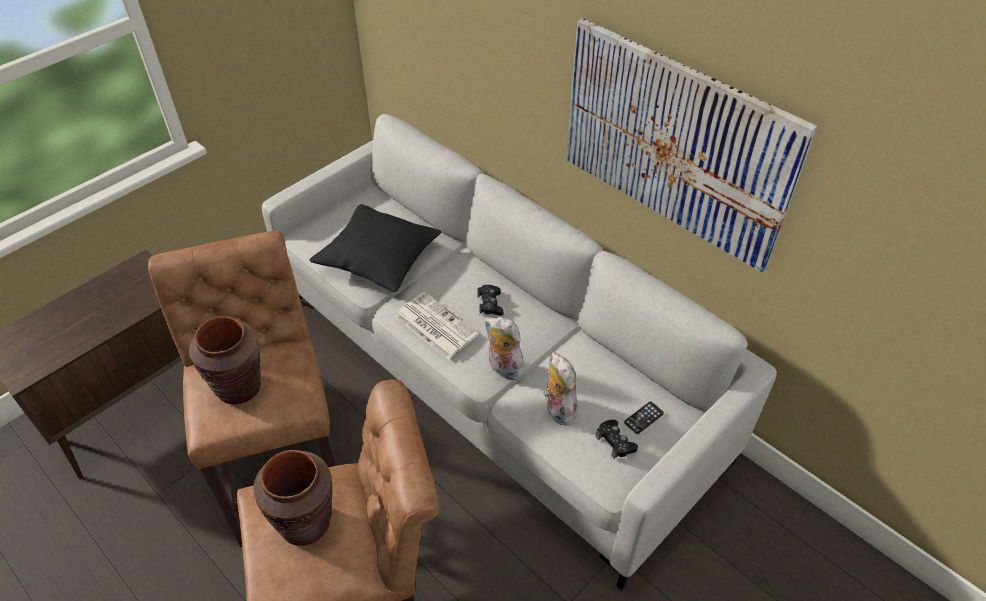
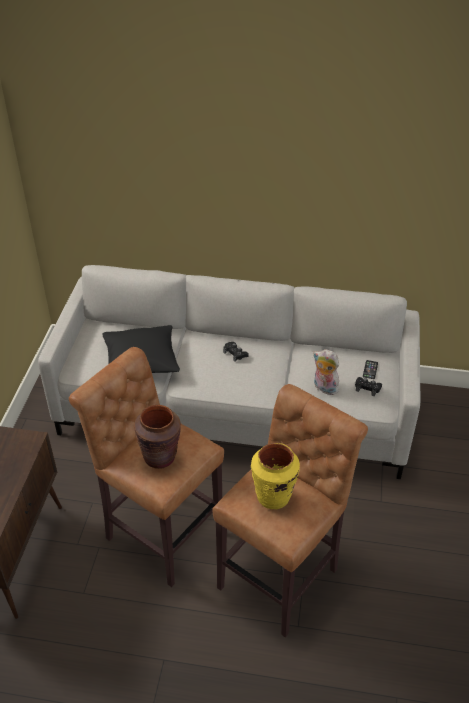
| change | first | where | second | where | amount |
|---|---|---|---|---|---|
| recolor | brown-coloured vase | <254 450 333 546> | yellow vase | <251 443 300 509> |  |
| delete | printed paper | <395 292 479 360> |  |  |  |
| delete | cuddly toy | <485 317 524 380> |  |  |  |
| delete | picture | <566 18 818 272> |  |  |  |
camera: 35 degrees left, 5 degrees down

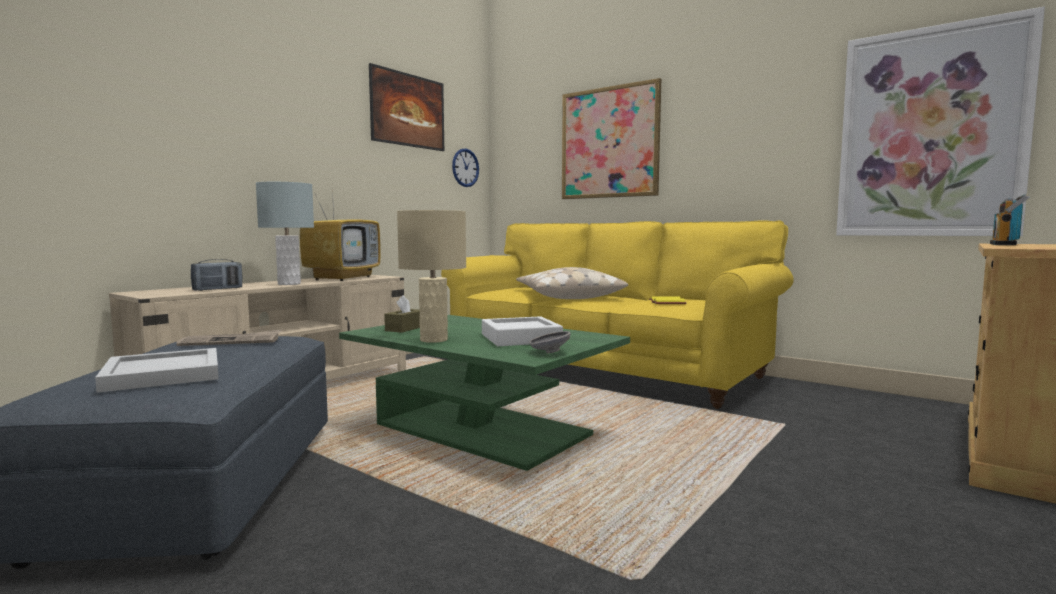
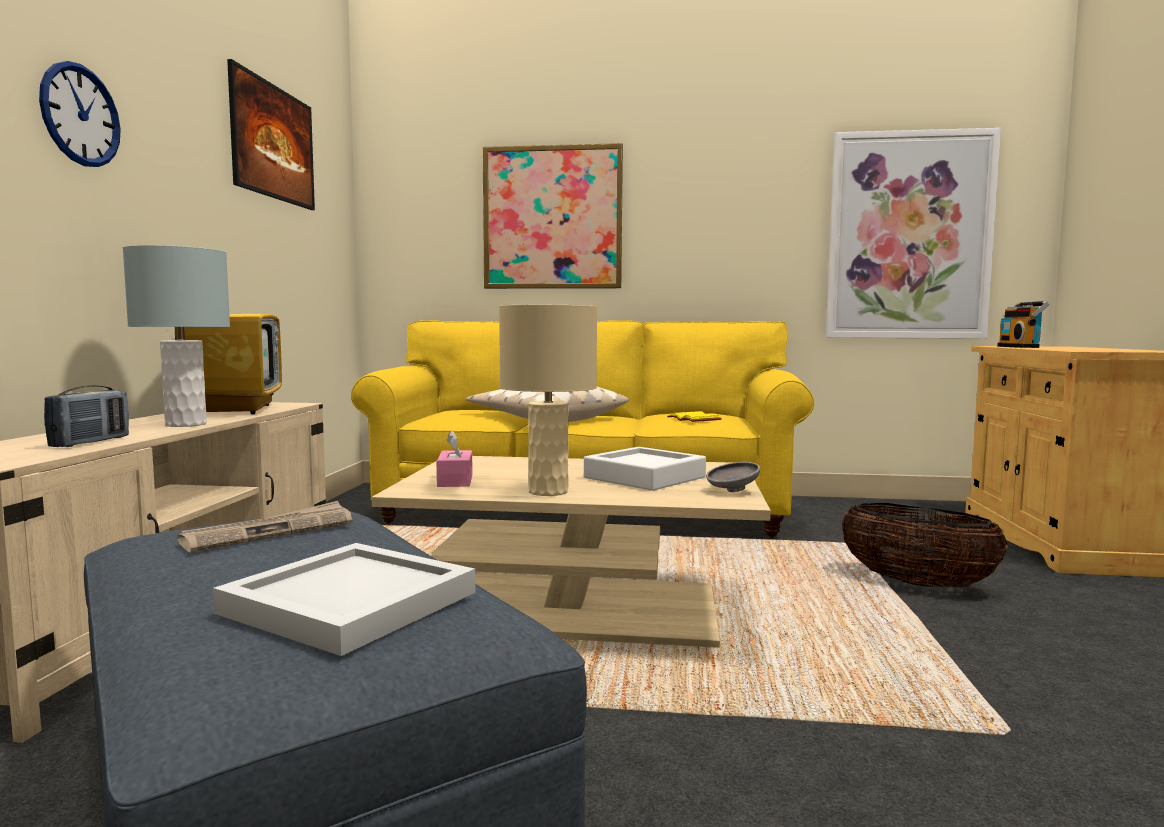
| change | first | where | second | where | amount |
|---|---|---|---|---|---|
| move | clock on the wall | <452 149 479 187> |  | <39 61 121 167> |  |
| recolor | green-coloured low table | <339 315 630 471> | beige low table | <372 456 771 648> |  |
| recolor | brown-coloured tissue box | <384 295 420 333> | pink-coloured tissue box | <437 430 473 487> |  |
| insert |  |  | basket | <841 503 1008 588> |  |
camera: 30 degrees left, 0 degrees up

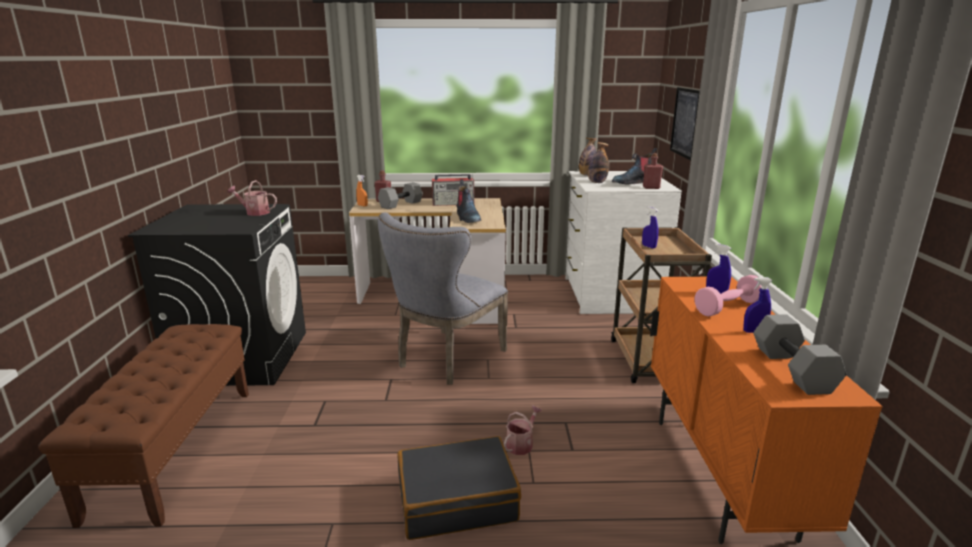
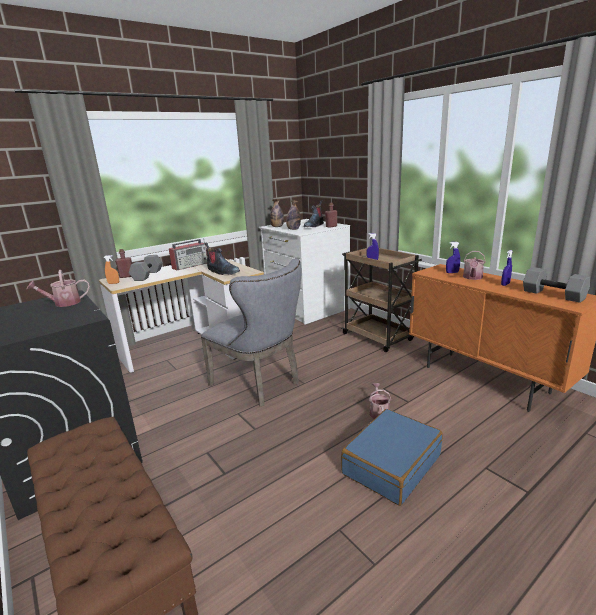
| change | first | where | second | where | amount |
|---|---|---|---|---|---|
| rotate | greyish chair | <378 212 508 385> |  | <201 258 302 406> | 45 degrees counterclockwise |
| recolor | black suitcase | <397 436 521 540> | blue suitcase | <341 409 443 506> |  |
| replace | pink-coloured dumbbell | <695 275 761 317> | watering can | <463 251 486 280> |  |
| delete | picture | <670 87 700 160> |  |  |  |
camera: 35 degrees left, 0 degrees up

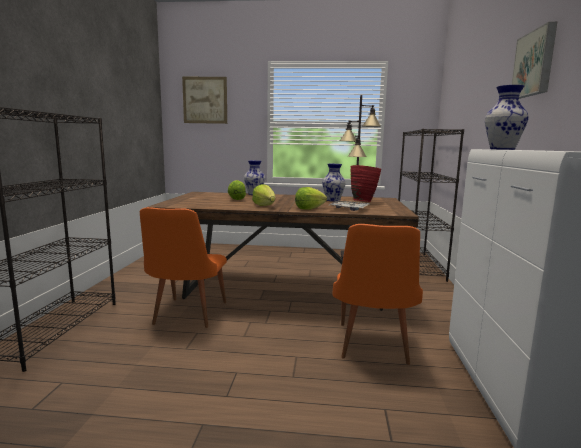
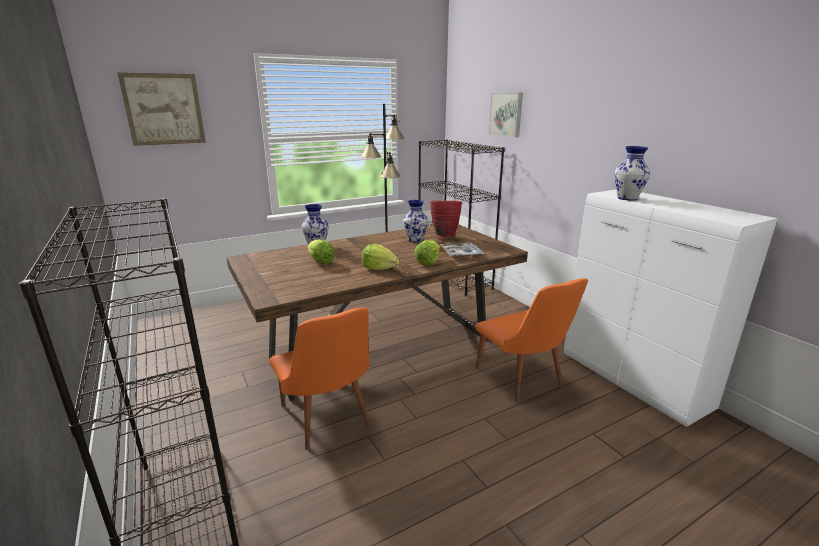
| change | first | where | second | where | amount |
|---|---|---|---|---|---|
| move | picture | <511 22 557 99> |  | <489 93 523 137> |  |
camera: 35 degrees left, 10 degrees up

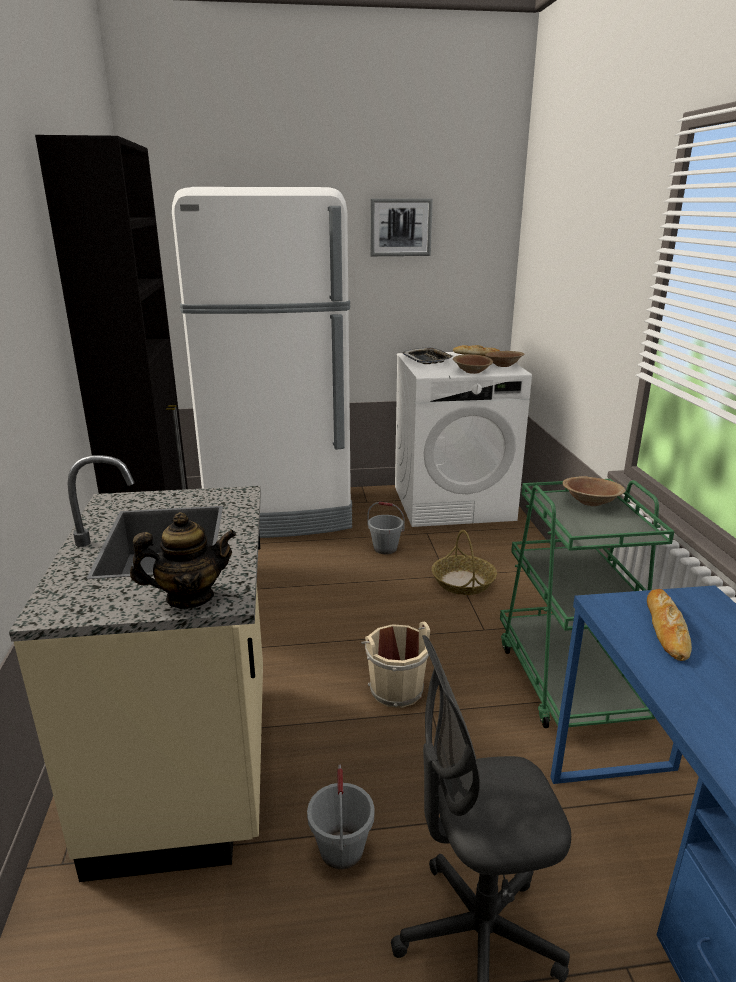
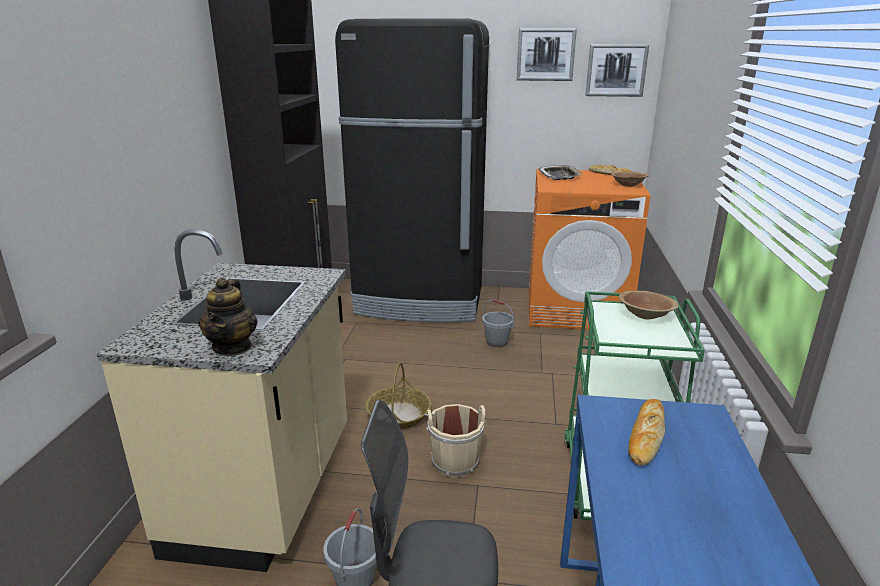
| change | first | where | second | where | amount |
|---|---|---|---|---|---|
| rotate | pot for tea | <130 512 236 609> |  | <198 277 258 356> | 90 degrees clockwise |
| recolor | white fridge | <172 187 352 538> | black fridge | <335 18 489 322> |  |
| move | basket | <432 530 497 595> |  | <366 362 432 429> |  |
| recolor | white washing machine | <395 352 532 527> | orangey washing machine | <529 169 651 330> |  |
| insert |  |  | picture | <585 44 649 97> |  |
| delete | brown-coloured deep dish | <453 354 493 374> |  |  |  |
camera: 15 degrees right, 0 degrees up

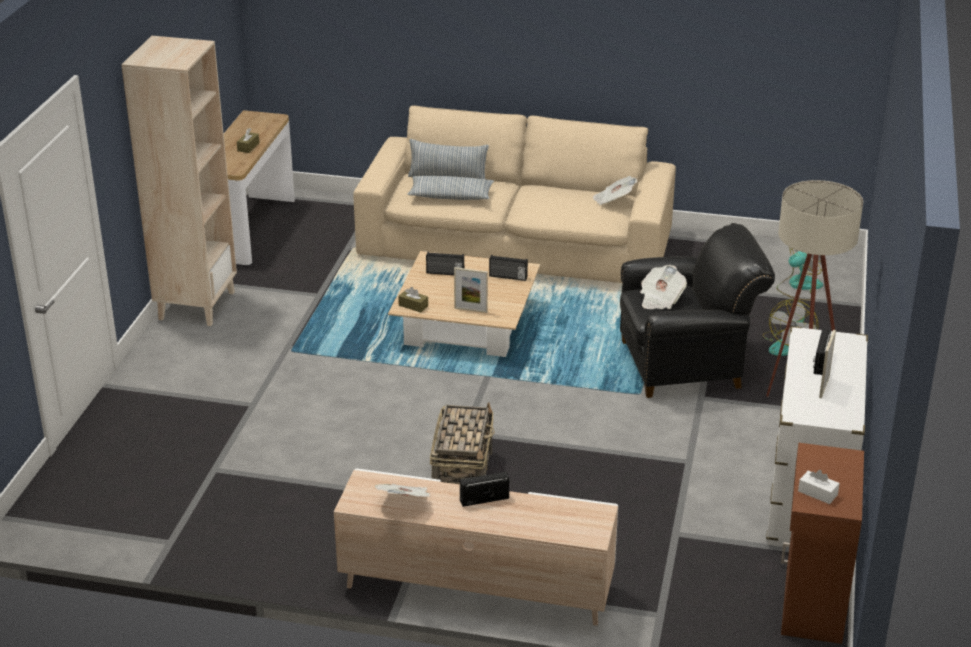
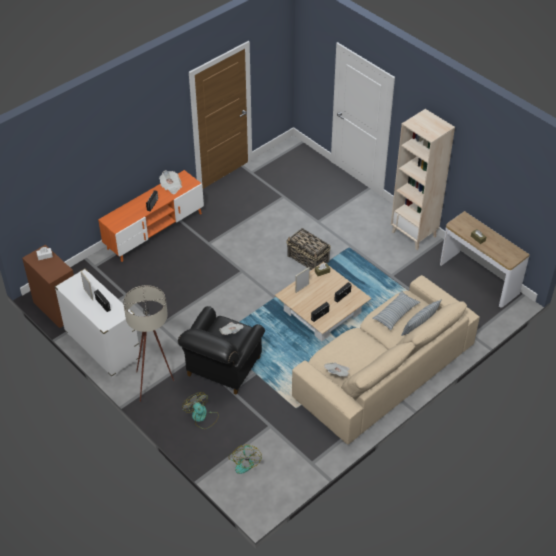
| change | first | where | second | where | amount |
|---|---|---|---|---|---|
| recolor | beige tv stand | <334 468 618 626> | orangey tv stand | <98 170 204 262> |  |
| move | basket | <430 402 495 484> |  | <286 228 331 270> |  |
camera: 125 degrees right, 15 degrees up

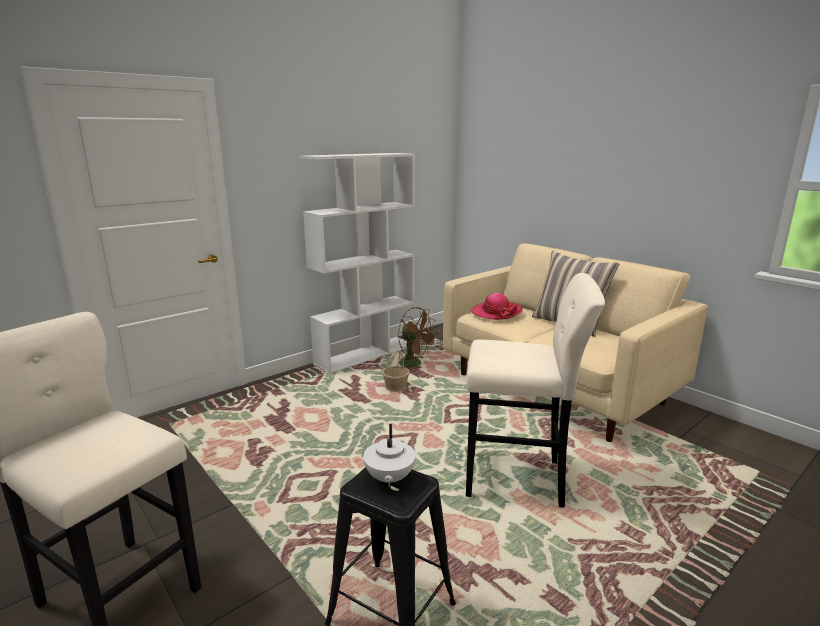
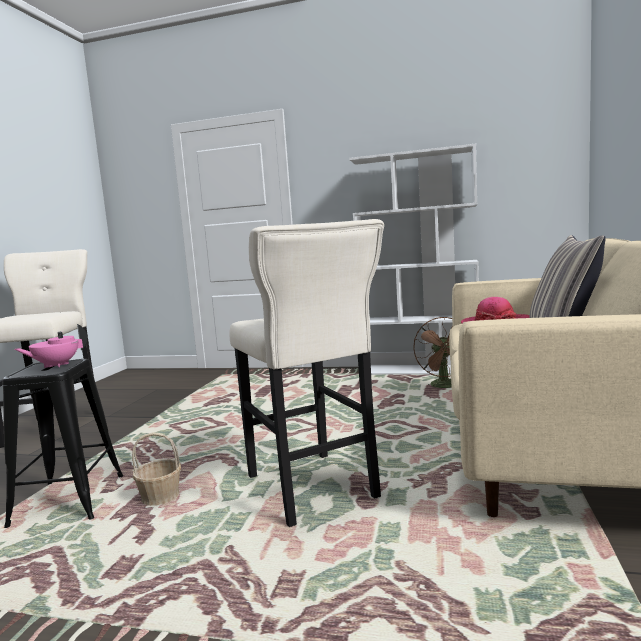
| change | first | where | second | where | amount |
|---|---|---|---|---|---|
| recolor | white pot for tea | <363 424 416 487> | pink-coloured pot for tea | <14 324 87 368> |  |
| move | basket | <382 350 409 392> |  | <132 432 181 506> |  |
camera: 55 degrees right, 10 degrees down

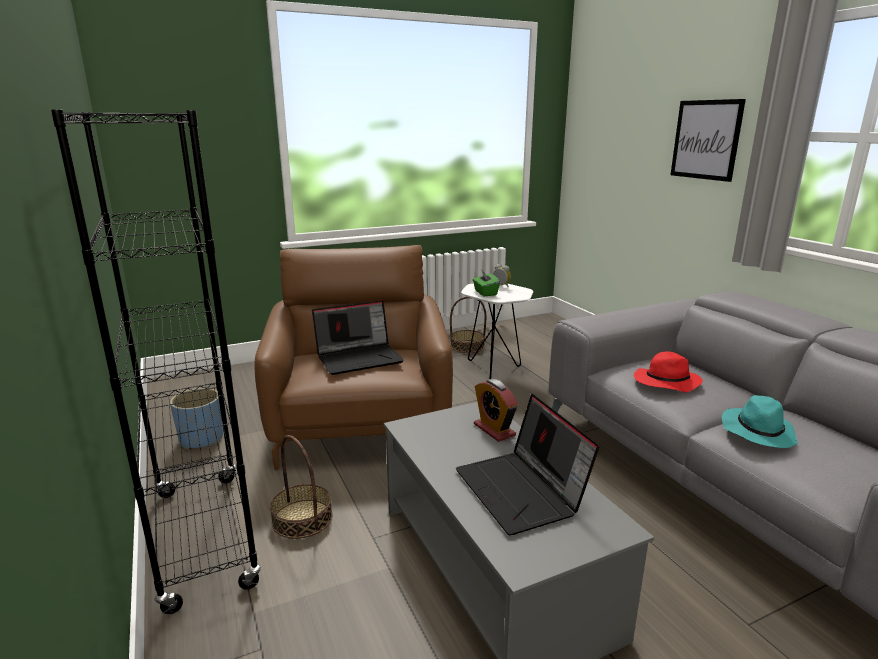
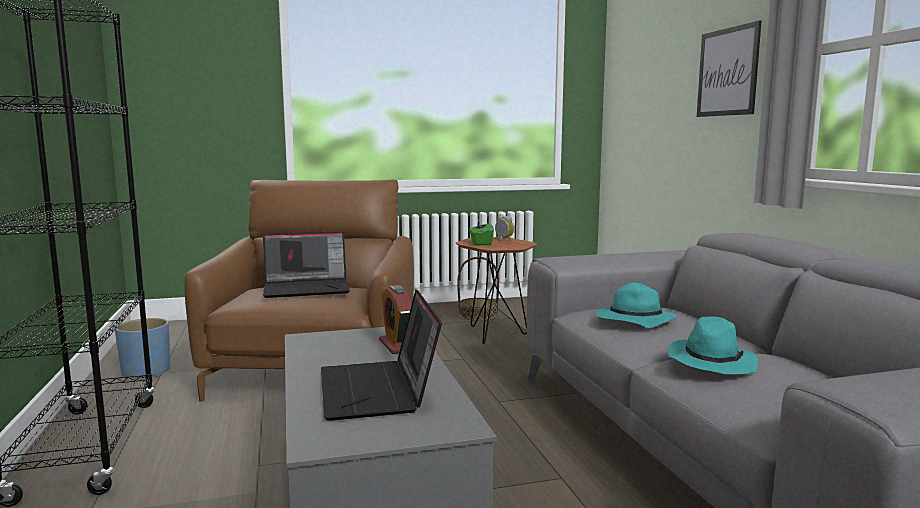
| change | first | where | second | where | amount |
|---|---|---|---|---|---|
| recolor | white end table | <461 283 533 379> | brown-coloured end table | <456 237 537 344> |  |
| recolor | reddish wearable hat | <634 351 703 392> | turquoise wearable hat | <596 283 677 328> |  |
| delete | basket | <270 435 333 539> |  |  |  |
camera: 10 degrees right, 10 degrees down

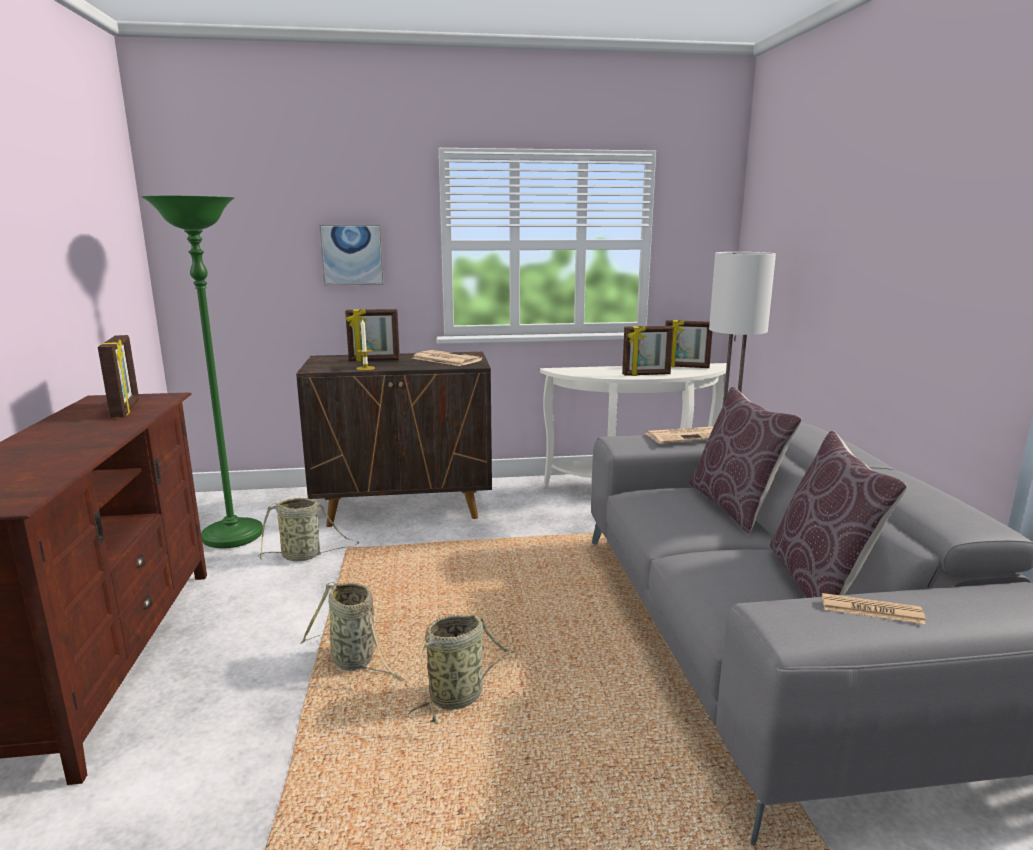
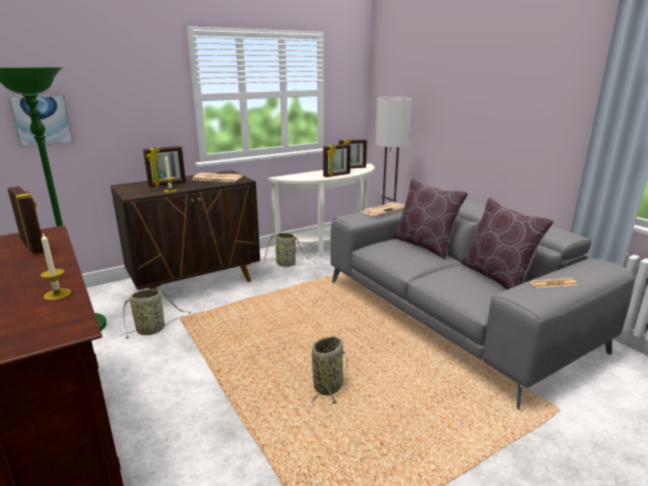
| change | first | where | second | where | amount |
|---|---|---|---|---|---|
| move | picture | <320 225 384 285> |  | <8 95 74 147> |  |
| insert |  |  | candle | <40 234 72 300> |  |
| move | basket | <301 582 404 681> |  | <264 233 315 267> |  |
camera: 25 degrees left, 5 degrees up

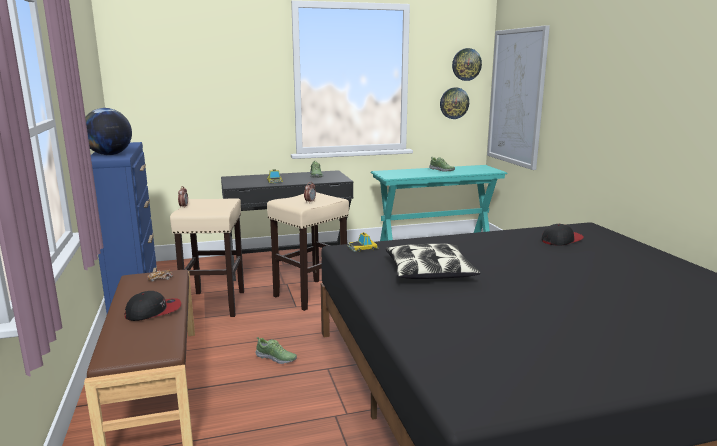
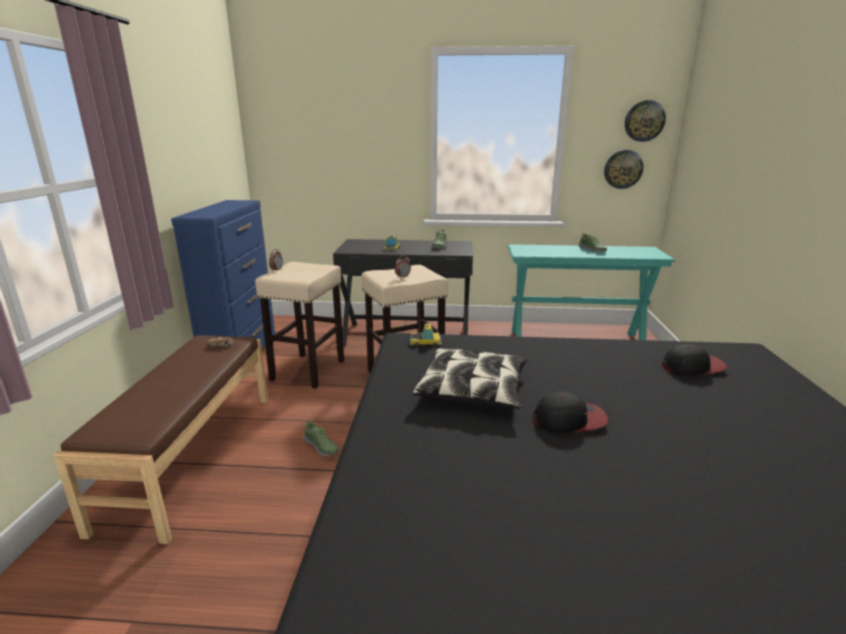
| change | first | where | second | where | amount |
|---|---|---|---|---|---|
| move | baseball cap | <125 291 181 321> |  | <533 392 608 433> |  |
| delete | globe | <85 108 132 155> |  |  |  |
| delete | picture | <487 25 550 170> |  |  |  |
camera: 20 degrees right, 5 degrees up

